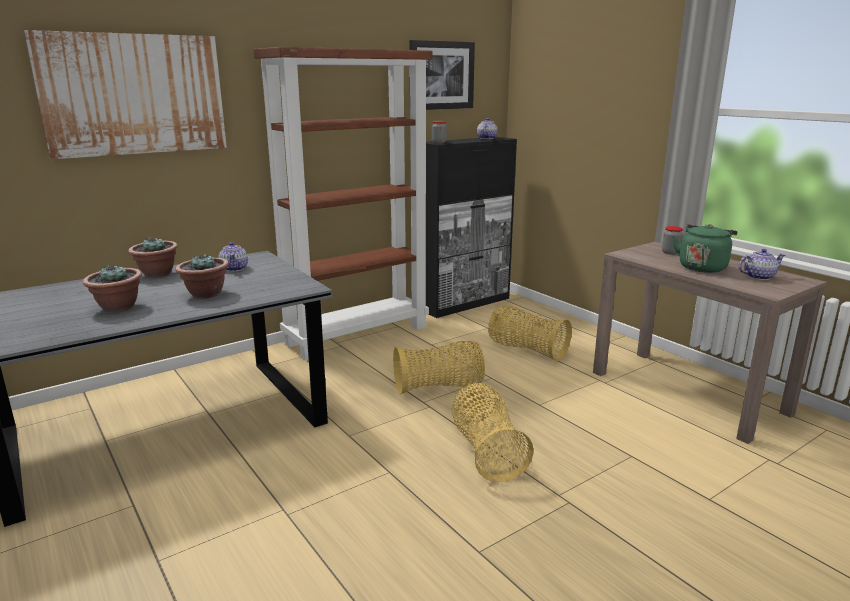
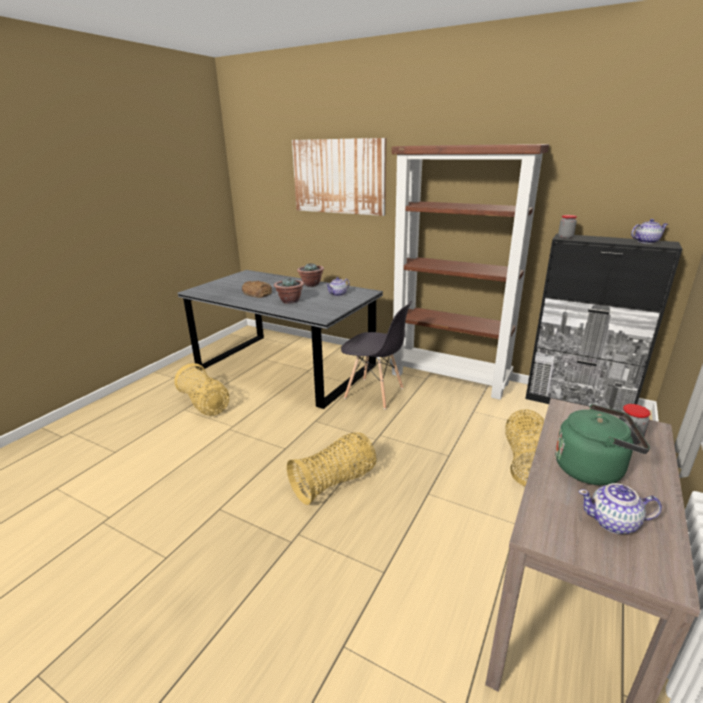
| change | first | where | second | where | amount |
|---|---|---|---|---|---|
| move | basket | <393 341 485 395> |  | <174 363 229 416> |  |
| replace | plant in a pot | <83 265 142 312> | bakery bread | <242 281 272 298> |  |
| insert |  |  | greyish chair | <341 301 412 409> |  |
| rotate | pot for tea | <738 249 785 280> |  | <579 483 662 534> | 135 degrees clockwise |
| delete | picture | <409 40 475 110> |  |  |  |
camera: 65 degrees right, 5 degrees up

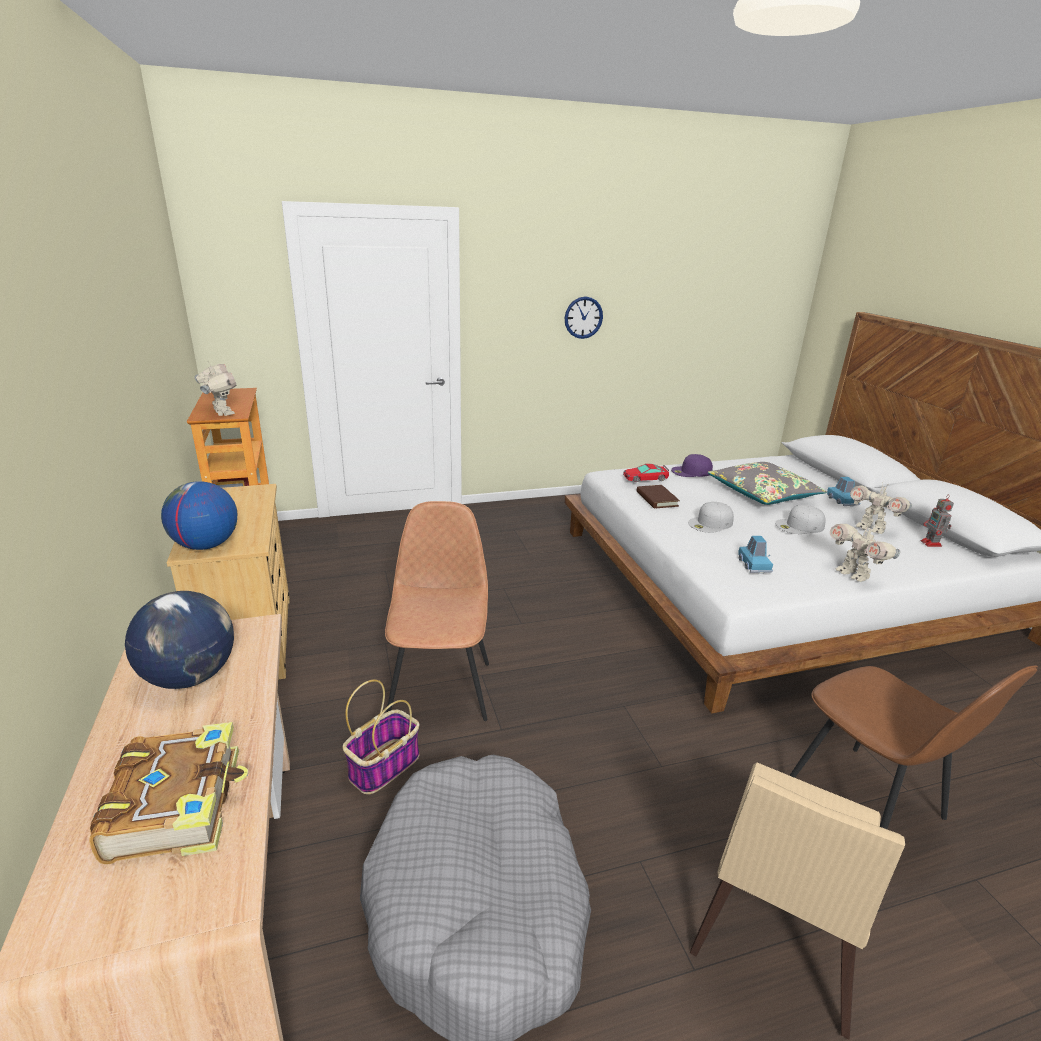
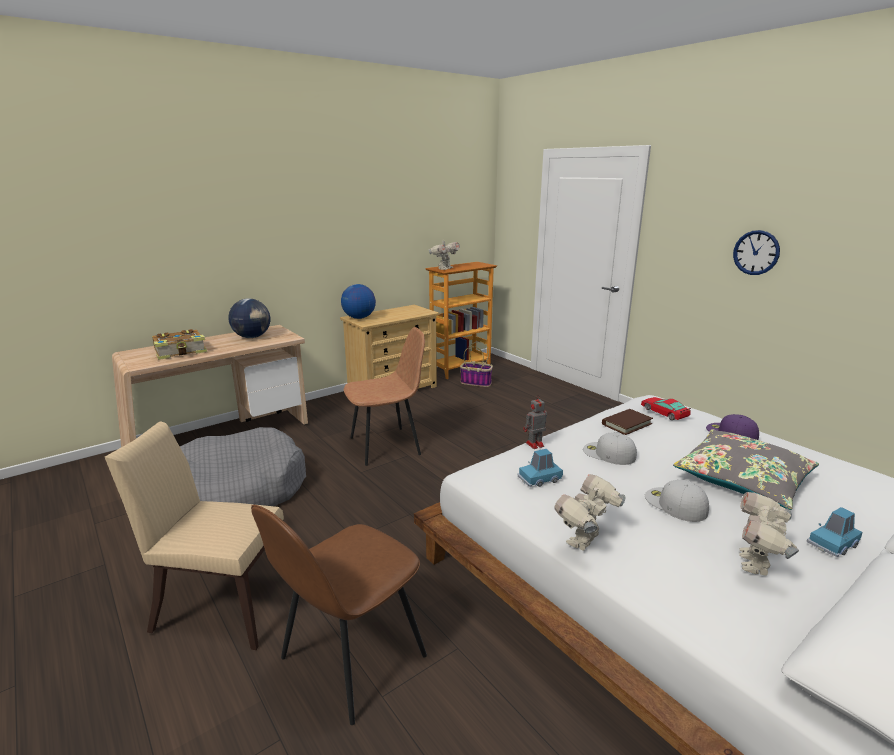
| change | first | where | second | where | amount |
|---|---|---|---|---|---|
| move | basket | <343 680 419 794> |  | <460 341 493 387> |  |
| move | model robot | <921 494 954 547> |  | <523 395 547 449> |  |
camera: 70 degrees right, 5 degrees down

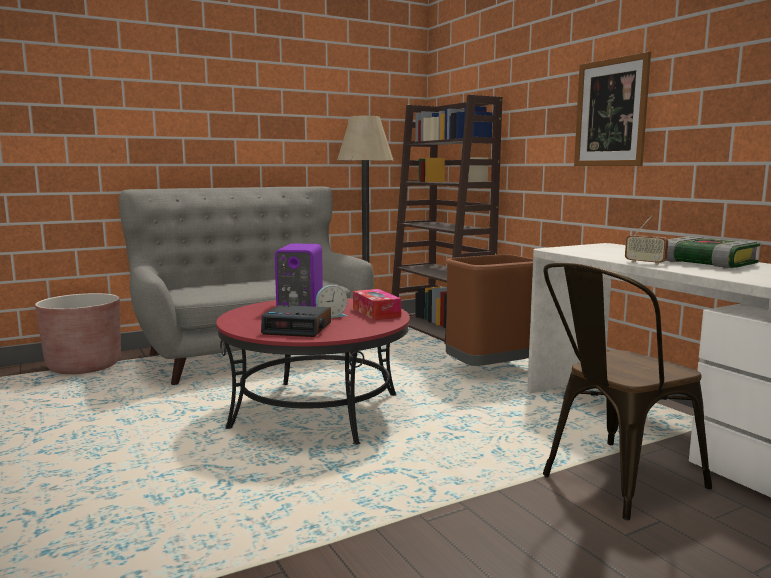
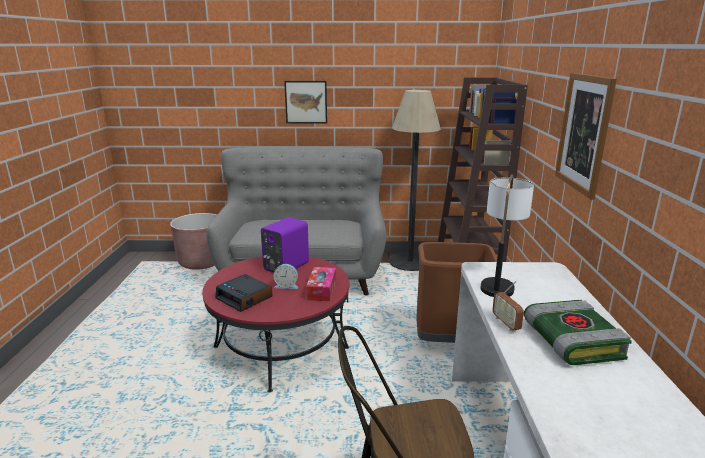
| change | first | where | second | where | amount |
|---|---|---|---|---|---|
| insert |  |  | picture | <284 81 327 123> |  |
| insert |  |  | table lamp | <481 174 534 297> |  |
camera: 30 degrees right, 10 degrees up

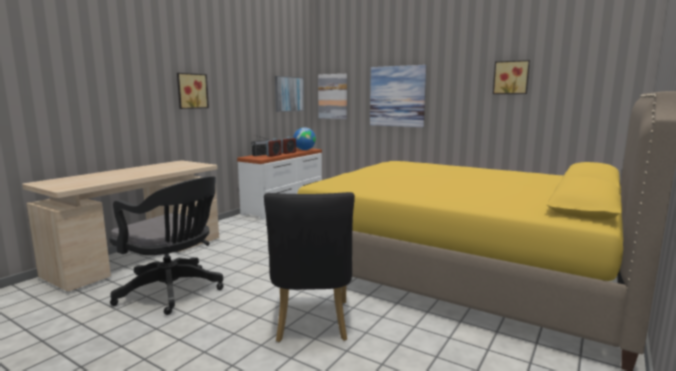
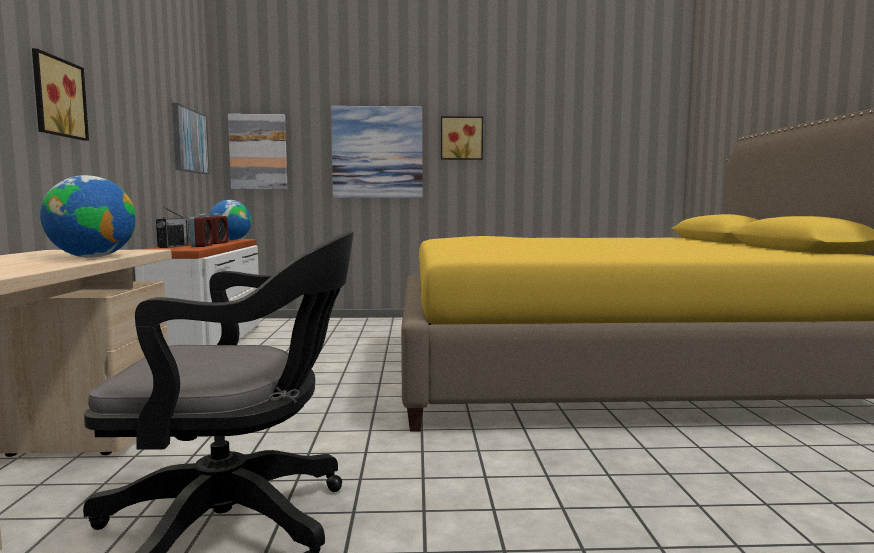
| change | first | where | second | where | amount |
|---|---|---|---|---|---|
| insert |  |  | globe | <40 175 136 258> |  |
| move | picture | <493 60 530 94> |  | <441 116 483 160> |  |
| delete | black chair | <264 192 355 342> |  |  |  |
camera: 35 degrees left, 5 degrees down

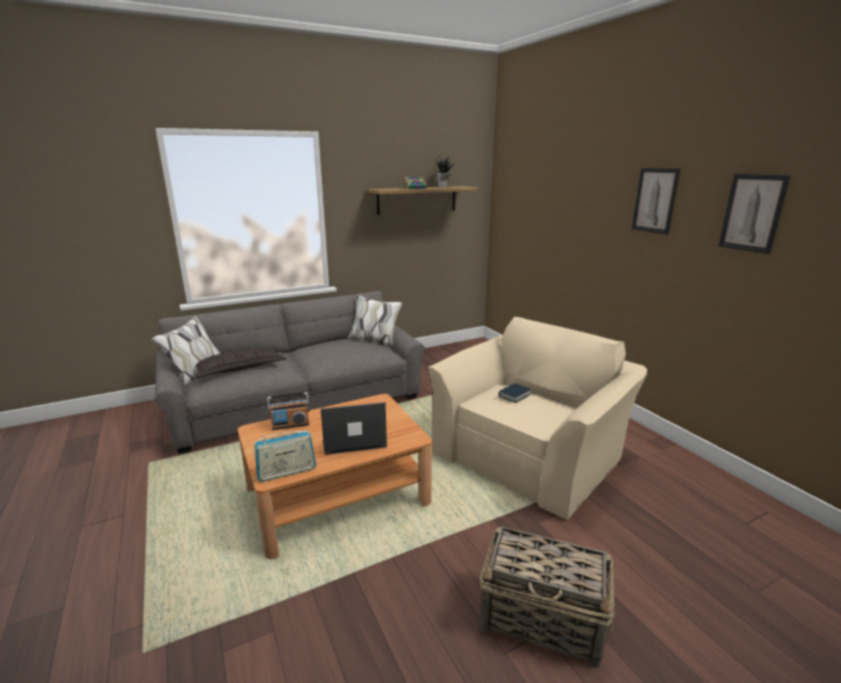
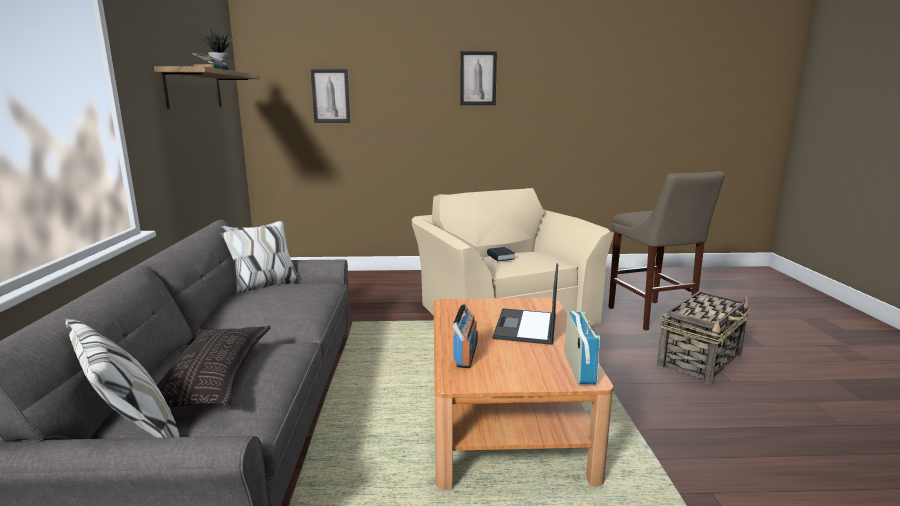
| change | first | where | second | where | amount |
|---|---|---|---|---|---|
| move | picture | <718 174 791 254> |  | <311 69 350 123> |  |
| insert |  |  | beige stool seat | <608 171 725 331> |  |
camera: 65 degrees left, 5 degrees down

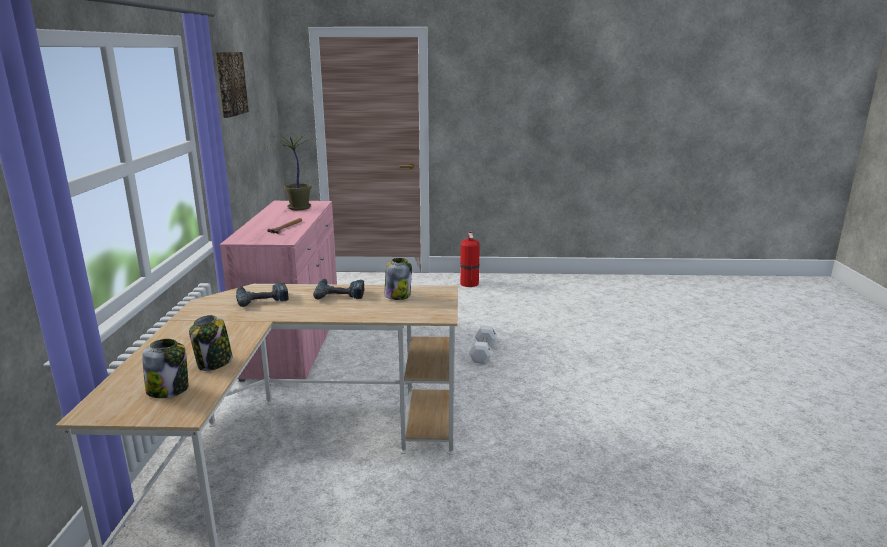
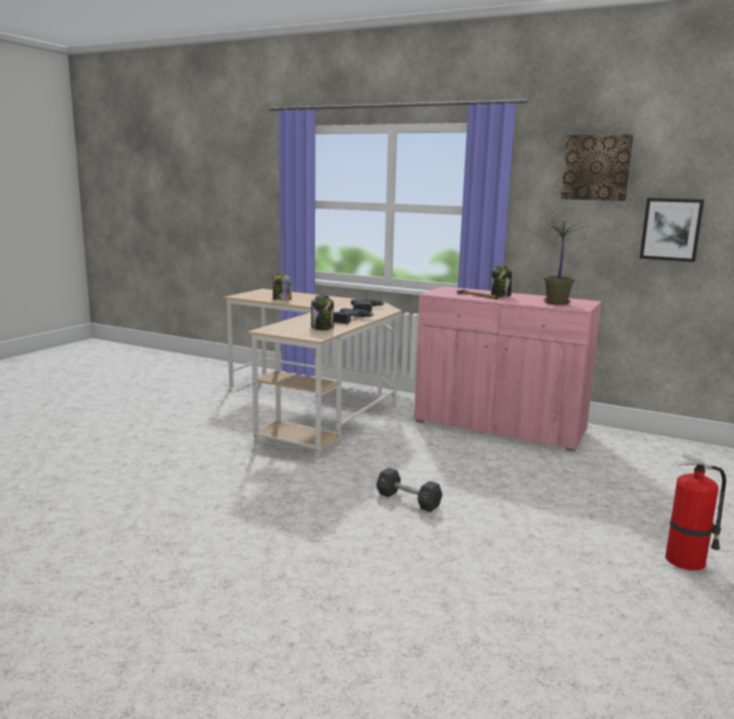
| change | first | where | second | where | amount |
|---|---|---|---|---|---|
| recolor | white dumbbell | <469 326 497 364> | black dumbbell | <376 468 442 512> |  |
| move | jar | <142 339 188 398> |  | <491 265 512 297> |  |
| insert |  |  | picture | <640 198 704 262> |  |
camera: 115 degrees right, 5 degrees down

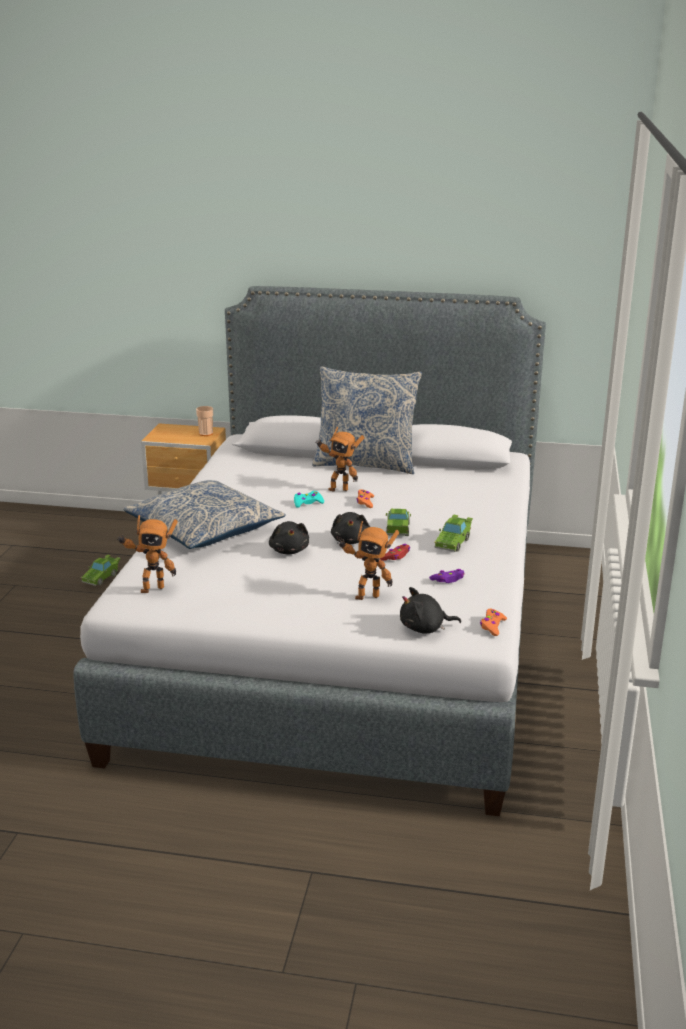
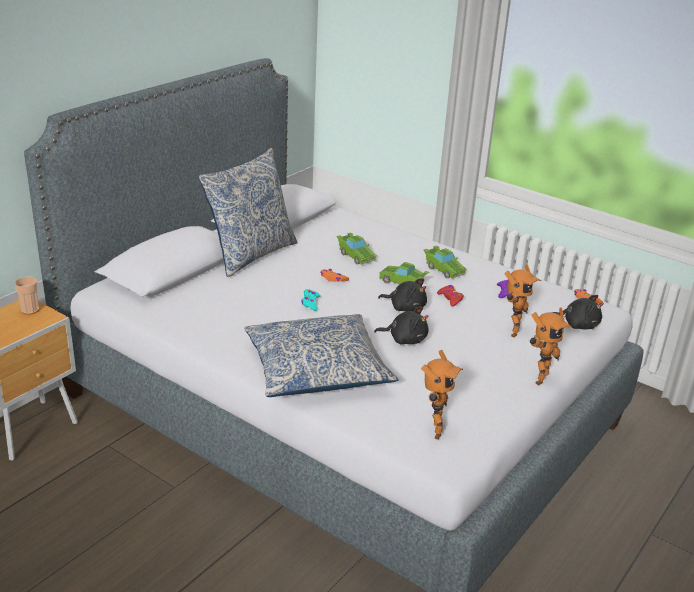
| change | first | where | second | where | amount |
|---|---|---|---|---|---|
| move | green-coloured miniature car | <81 555 120 586> |  | <337 232 377 265> |  |
| move | model robot | <315 427 365 491> |  | <530 307 572 385> |  |
| rotate | black cuddly toy | <400 587 461 634> |  | <551 295 604 330> | 90 degrees counterclockwise |
camera: 65 degrees left, 5 degrees up

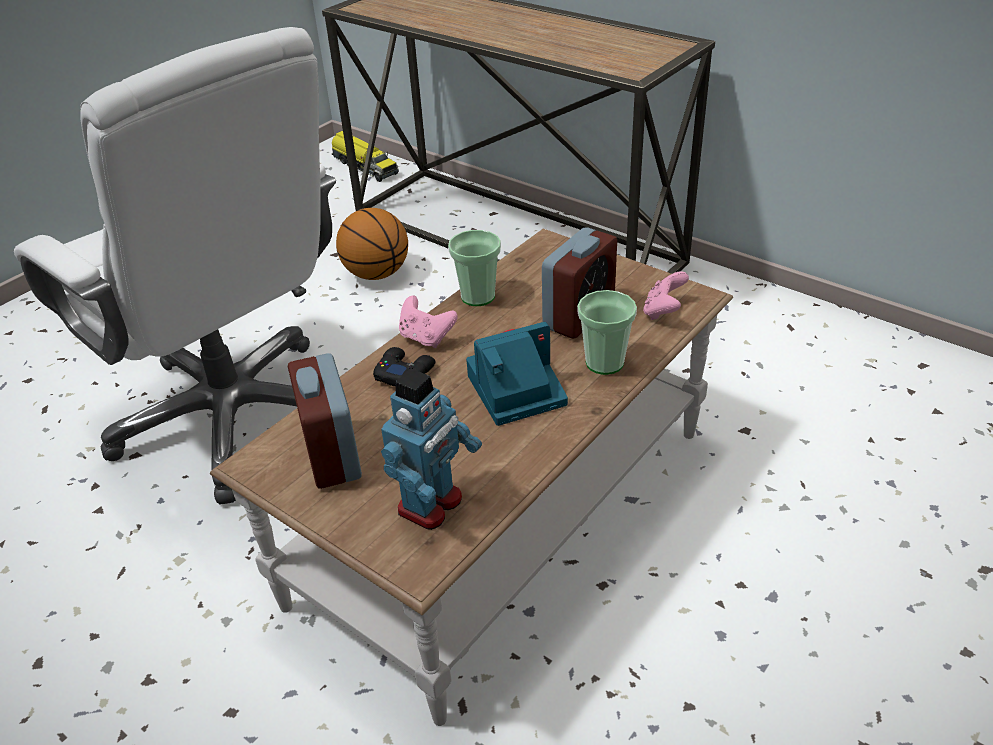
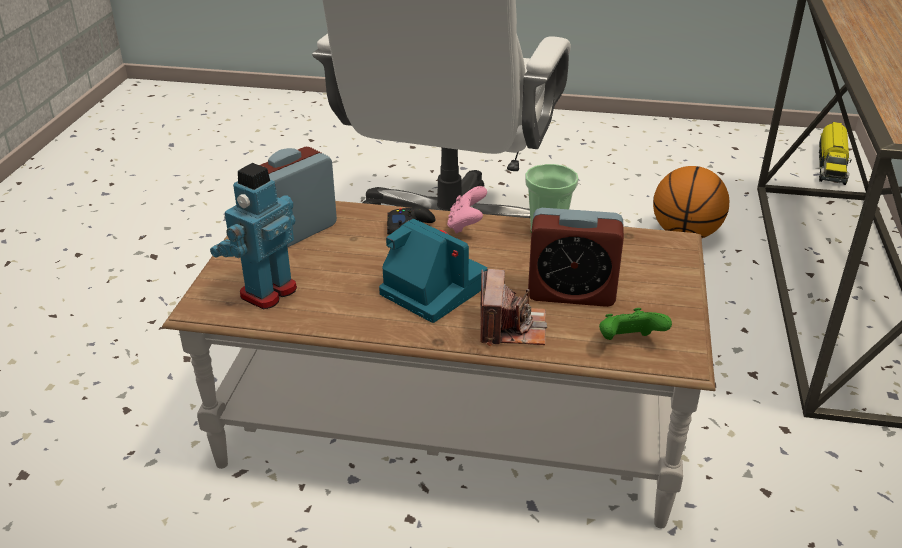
| change | first | where | second | where | amount |
|---|---|---|---|---|---|
| rotate | model robot | <381 368 482 530> |  | <210 163 297 310> | 120 degrees clockwise |
| replace | cup | <577 290 637 375> | photo camera | <480 269 547 346> |  |
| recolor | pink-coloured gamepad | <643 271 689 320> | green-coloured gamepad | <599 308 672 340> |  |
camera: 60 degrees right, 5 degrees down

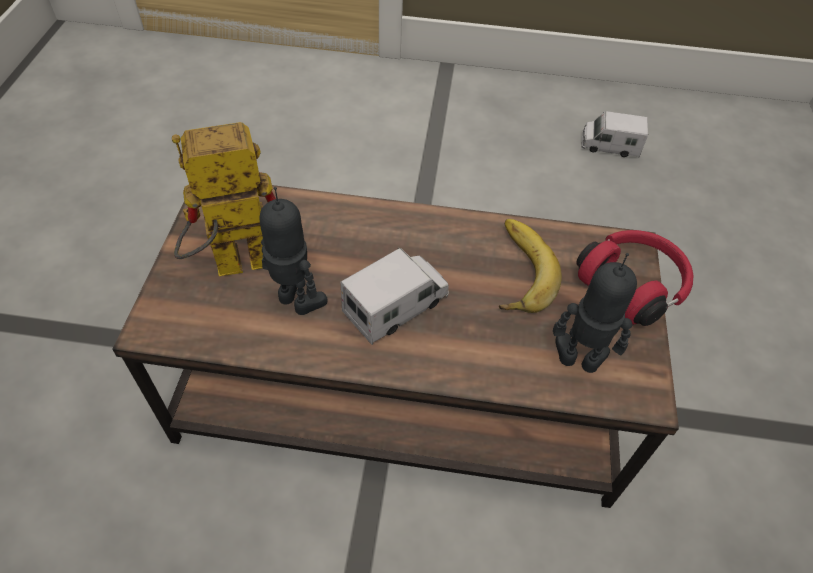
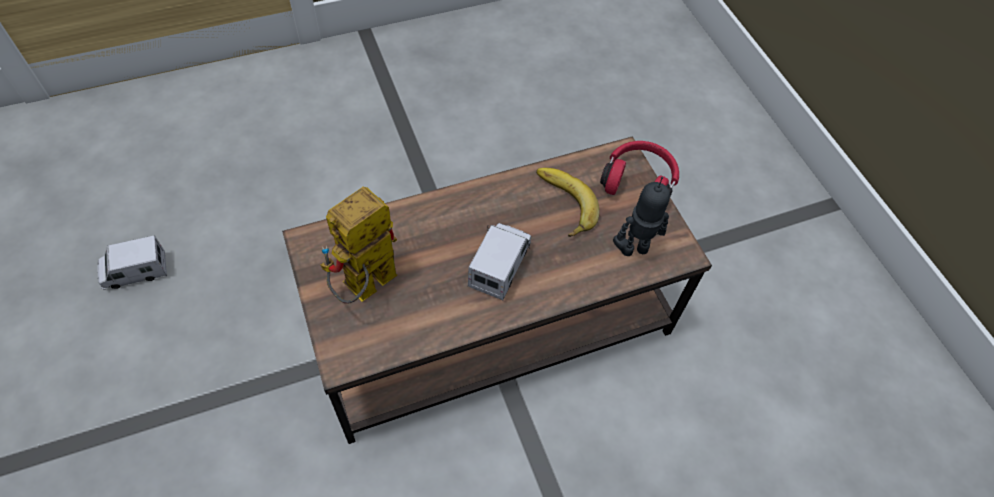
| change | first | where | second | where | amount |
|---|---|---|---|---|---|
| move | toy lorry | <582 111 648 158> |  | <97 236 167 290> |  |
| delete | model robot | <260 187 328 315> |  |  |  |
camera: 30 degrees left, 5 degrees up

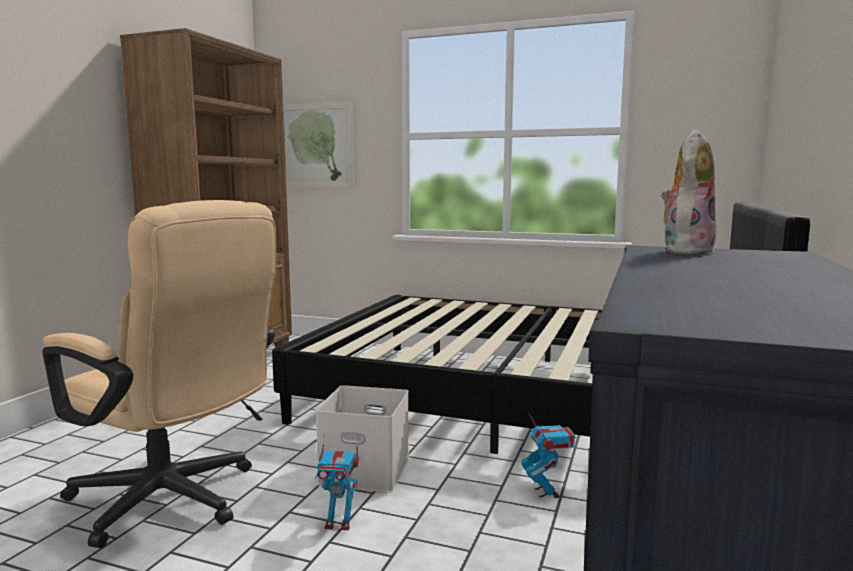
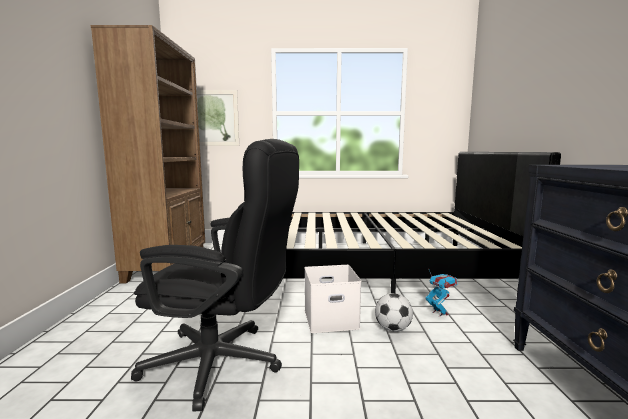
| change | first | where | second | where | amount |
|---|---|---|---|---|---|
| recolor | beige desk chair | <42 200 276 548> | black desk chair | <131 139 299 412> |  |
| insert |  |  | football ball | <375 293 413 332> |  |
| delete | model robot | <315 434 359 530> |  |  |  |
| delete | cuddly toy | <661 129 716 254> |  |  |  |
camera: 20 degrees left, 0 degrees up

